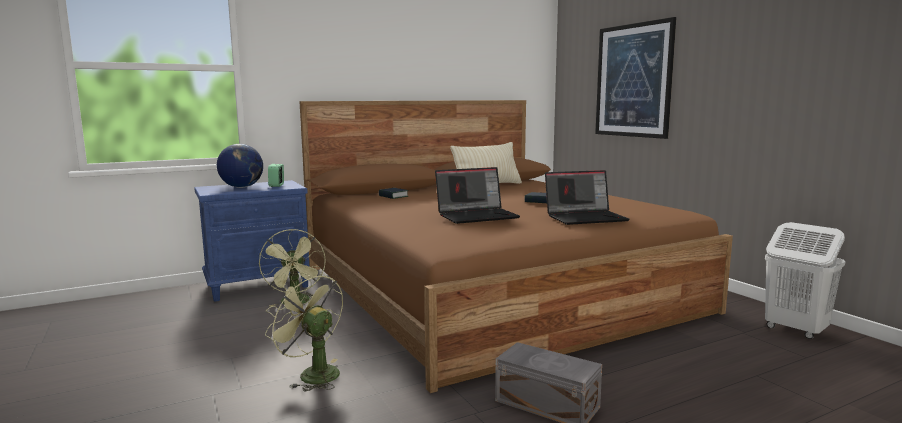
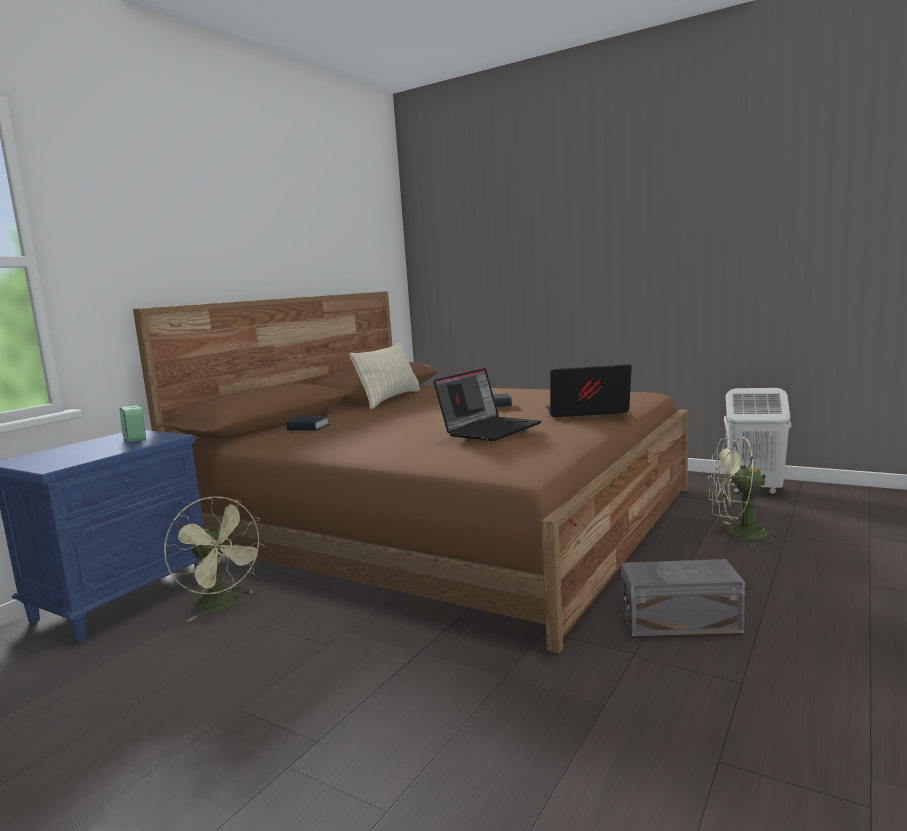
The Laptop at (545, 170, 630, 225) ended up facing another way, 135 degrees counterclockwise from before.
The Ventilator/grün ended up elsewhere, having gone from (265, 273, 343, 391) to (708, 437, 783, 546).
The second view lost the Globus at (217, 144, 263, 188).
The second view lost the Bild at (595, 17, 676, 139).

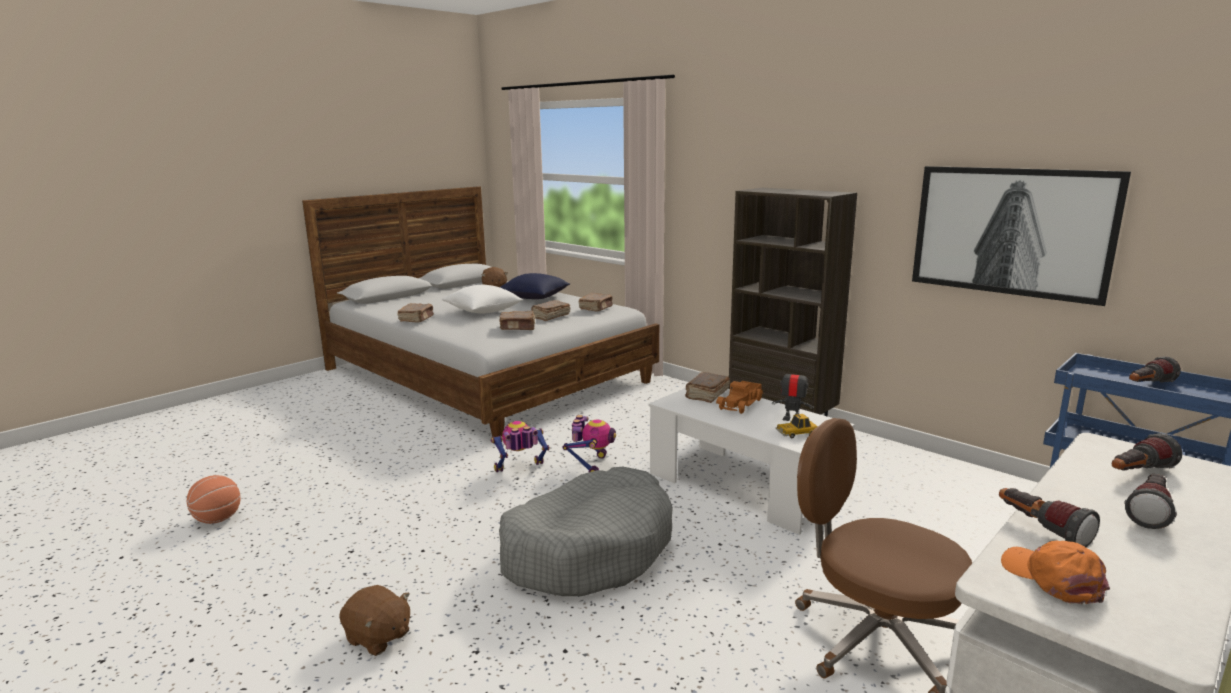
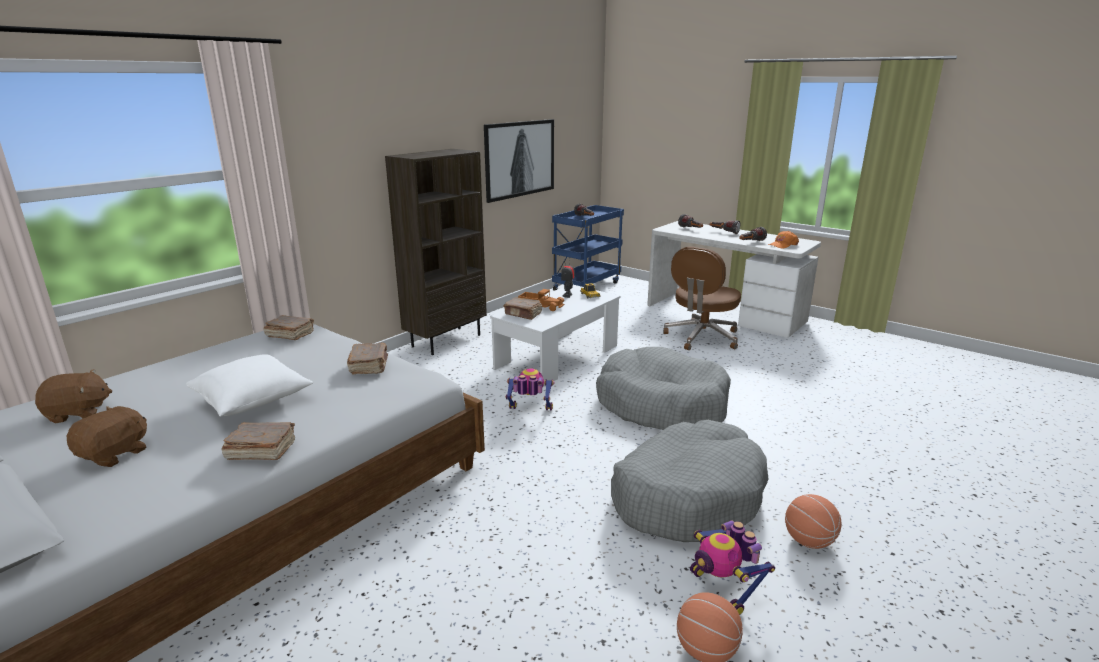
The Plüschtier/braun ended up elsewhere, having gone from (339, 585, 410, 656) to (67, 406, 147, 467).
The second view gained the Hundebett/grau at (611, 420, 769, 542).
The Spielzeugroboter ended up elsewhere, having gone from (491, 421, 550, 472) to (690, 520, 775, 615).
The second view gained the Basketball at (785, 494, 842, 549).
The second view lost the Kissen/blau at (500, 273, 570, 299).
The second view lost the Buch/braun at (531, 300, 571, 321).

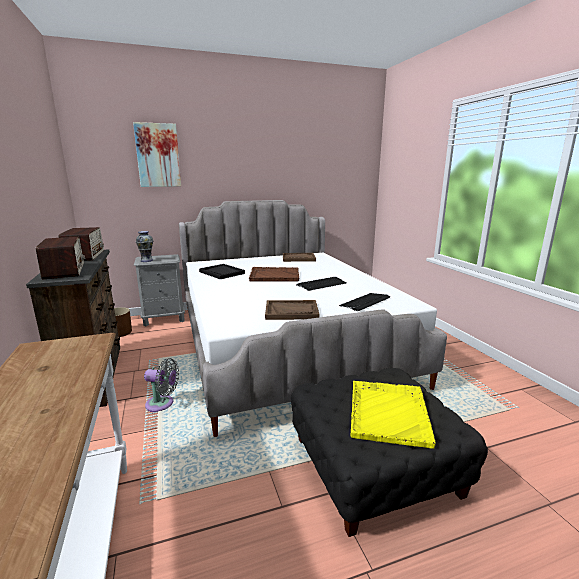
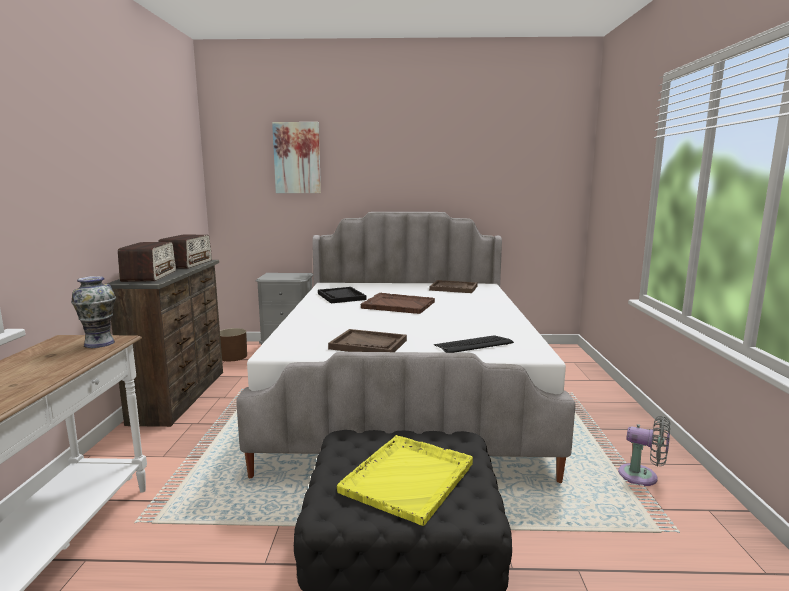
The Vase ended up elsewhere, having gone from (136, 231, 154, 262) to (71, 276, 116, 348).
The Ventilator/grau ended up elsewhere, having gone from (144, 358, 179, 412) to (618, 416, 670, 486).
The second view lost the Tastatur at (296, 277, 346, 291).

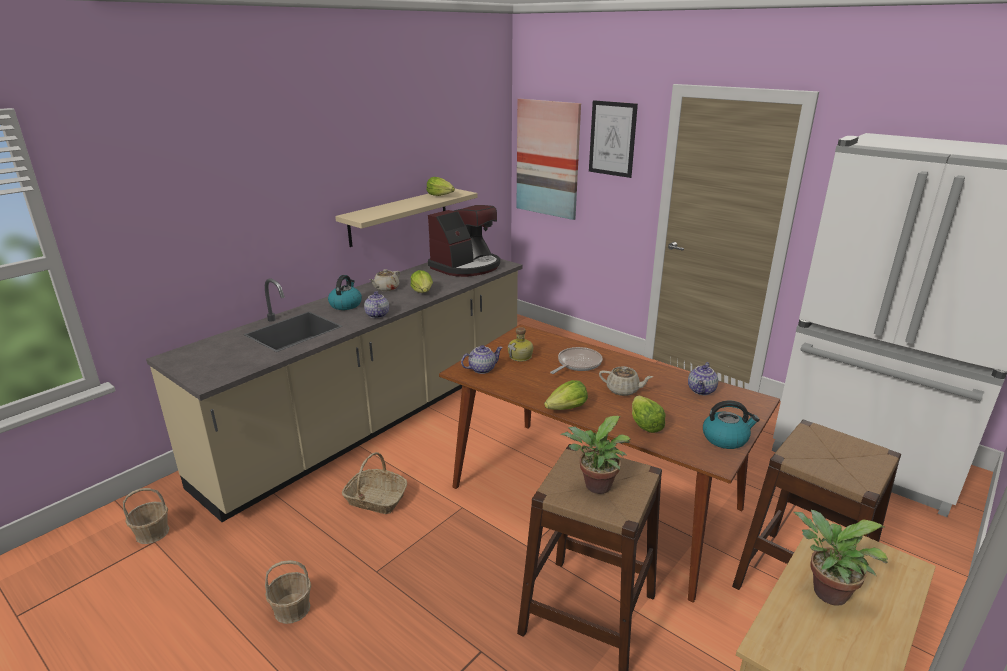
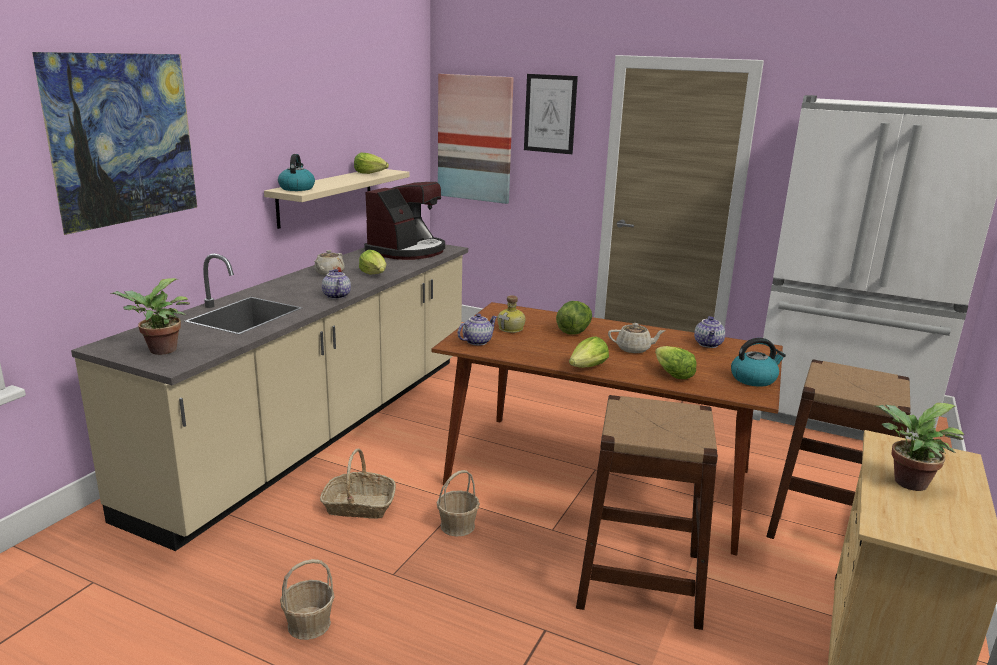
The second view gained the Bild at (32, 52, 197, 235).
The Topfpflanze ended up elsewhere, having gone from (561, 416, 631, 494) to (111, 278, 190, 355).
The Wasserkessel ended up elsewhere, having gone from (328, 275, 362, 310) to (278, 154, 315, 191).
The Korb ended up elsewhere, having gone from (123, 488, 169, 544) to (437, 470, 480, 537).
Where the Pfanne stood at (550, 347, 603, 374), the Salatkopf came to stand at (556, 301, 592, 335).

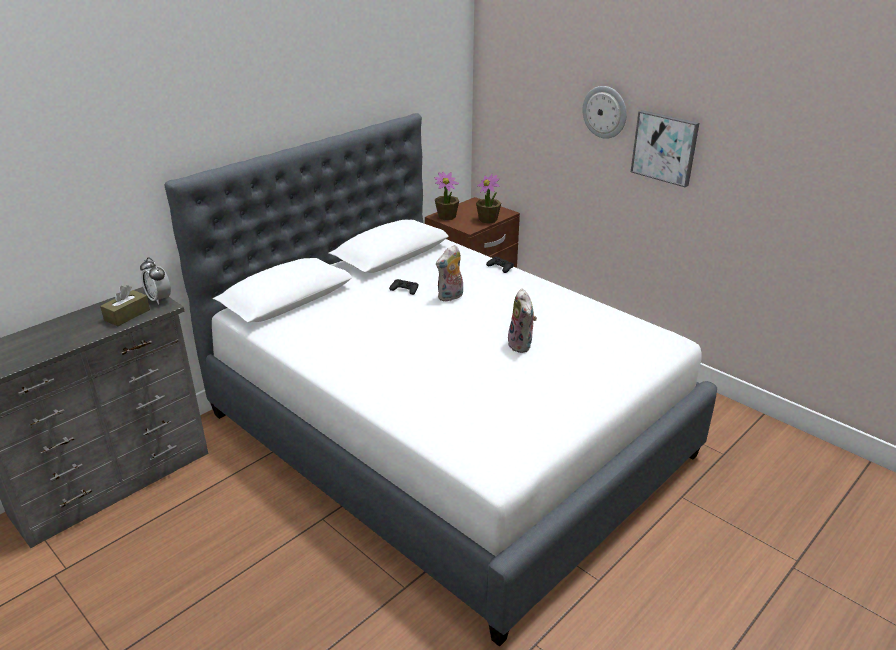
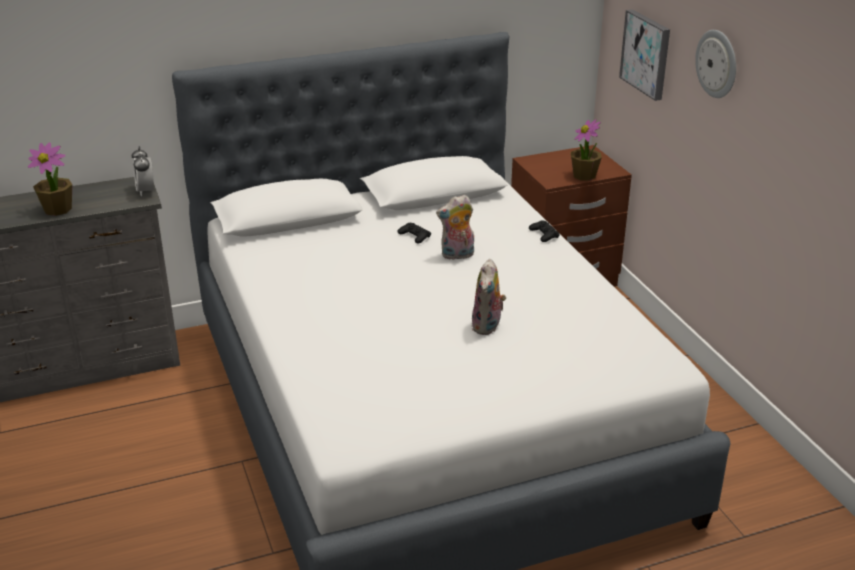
The Topfpflanze ended up elsewhere, having gone from (434, 171, 459, 220) to (28, 143, 72, 216).
The Bild ended up elsewhere, having gone from (631, 110, 699, 187) to (619, 9, 670, 101).
The second view lost the Taschentuchbox/braun at (100, 285, 150, 326).

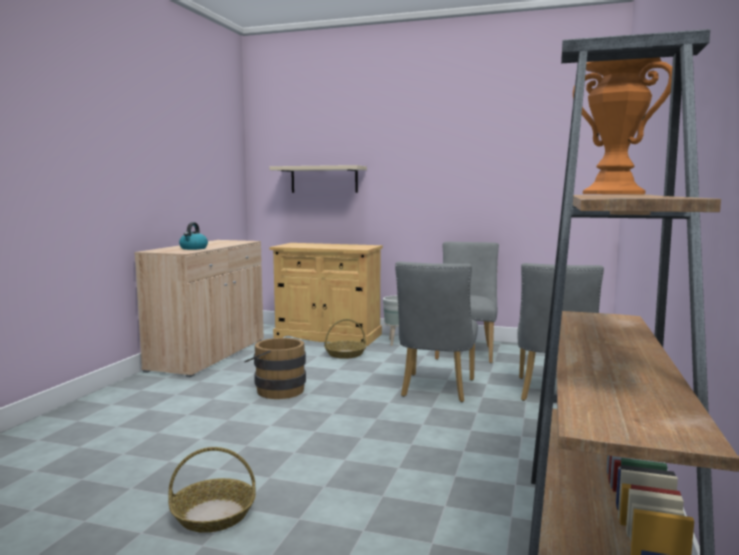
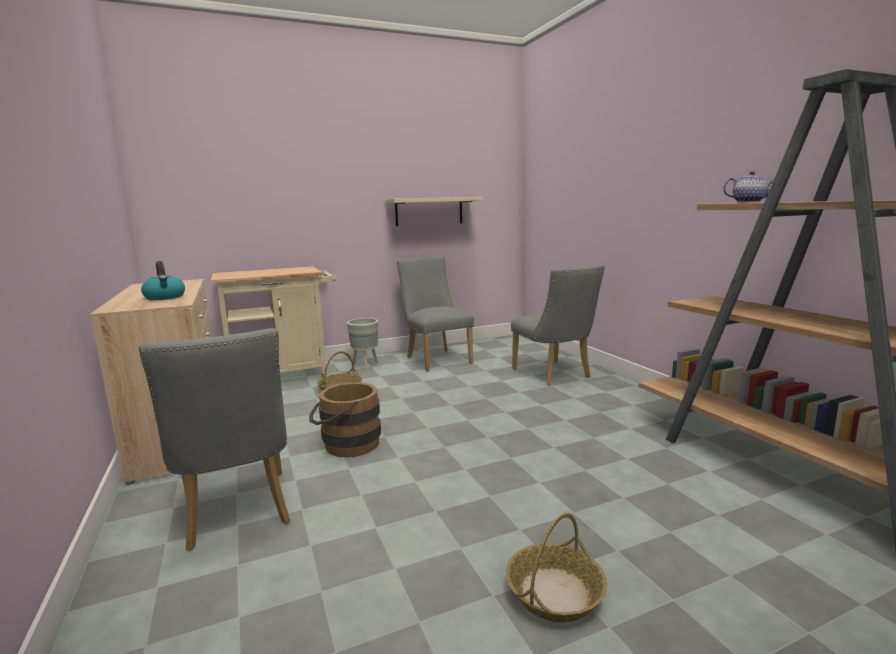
The Stuhl/grau ended up elsewhere, having gone from (395, 262, 478, 402) to (139, 328, 290, 550).
Where the Schrank/beige stood at (270, 243, 383, 346), the Rollwagen/beige came to stand at (211, 266, 338, 377).
The Wandregal/beige ended up elsewhere, having gone from (270, 165, 367, 193) to (385, 197, 483, 226).
Where the Vase/orange stood at (573, 57, 672, 194), the Teekanne came to stand at (723, 171, 775, 202).

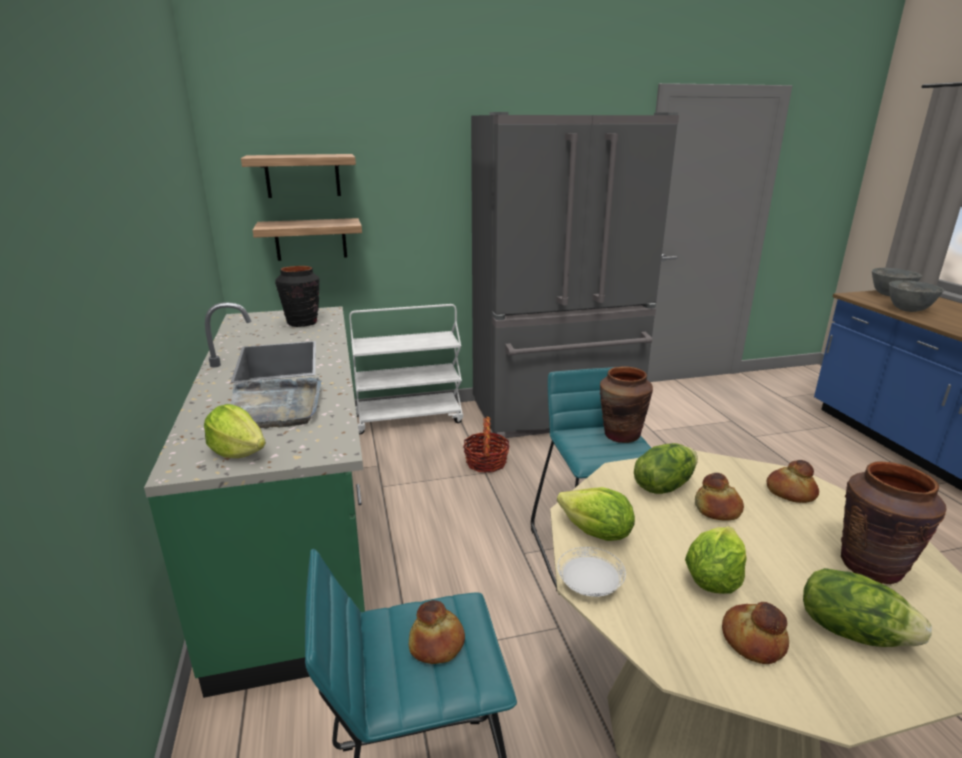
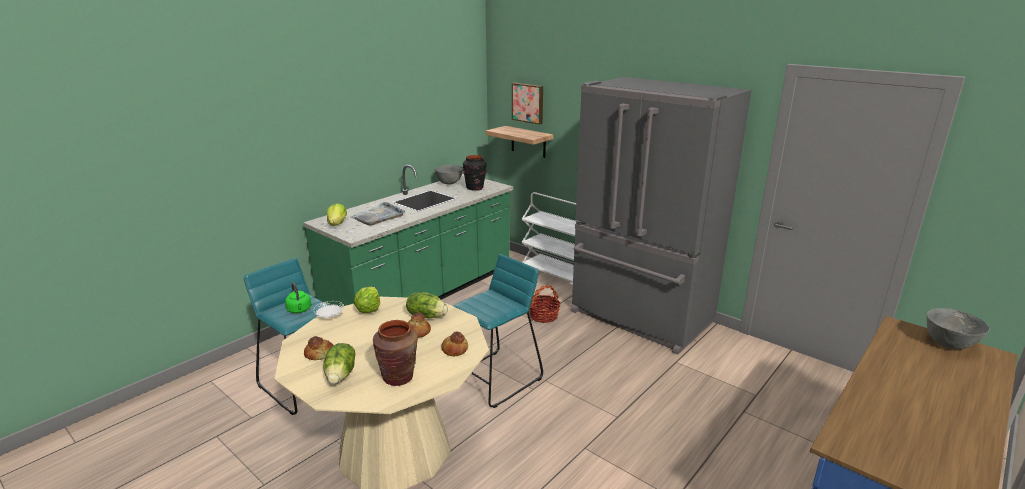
Where the Brot stood at (409, 600, 465, 664), the Wasserkessel/grün came to stand at (285, 282, 311, 313).
The Schüssel/grau ended up elsewhere, having gone from (889, 280, 944, 312) to (434, 165, 463, 185).
Where the Wandregal hung at (241, 154, 356, 198), the Bild came to hang at (512, 83, 543, 125).
The second view lost the Vase/braun at (600, 366, 653, 443).
The second view lost the Salatkopf at (685, 526, 747, 594).

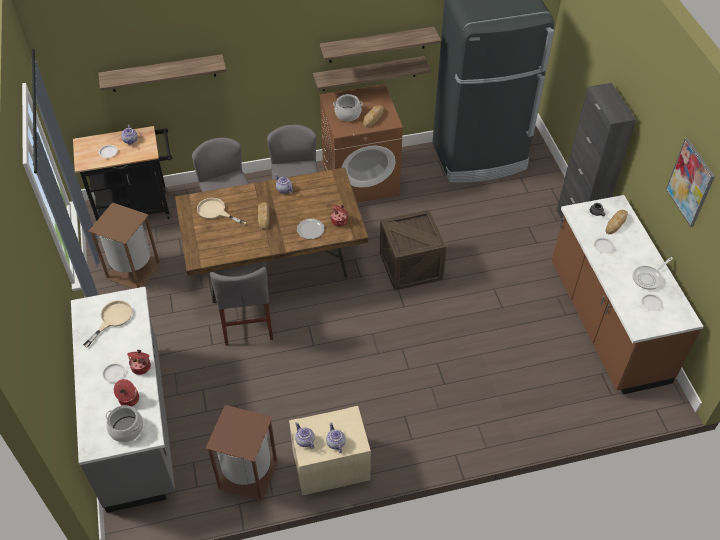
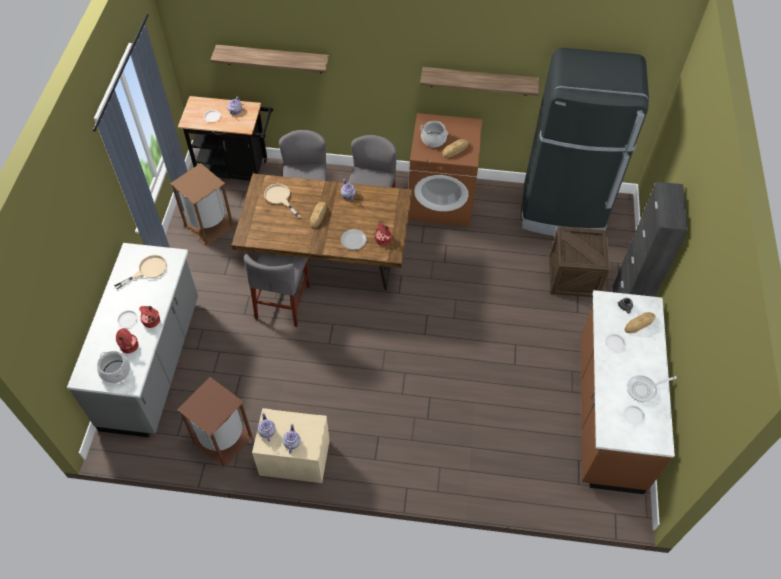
The Kiste ended up elsewhere, having gone from (380, 209, 447, 291) to (549, 226, 610, 298).
The second view lost the Wandregal at (313, 56, 431, 91).
The second view lost the Bild at (666, 138, 715, 227).

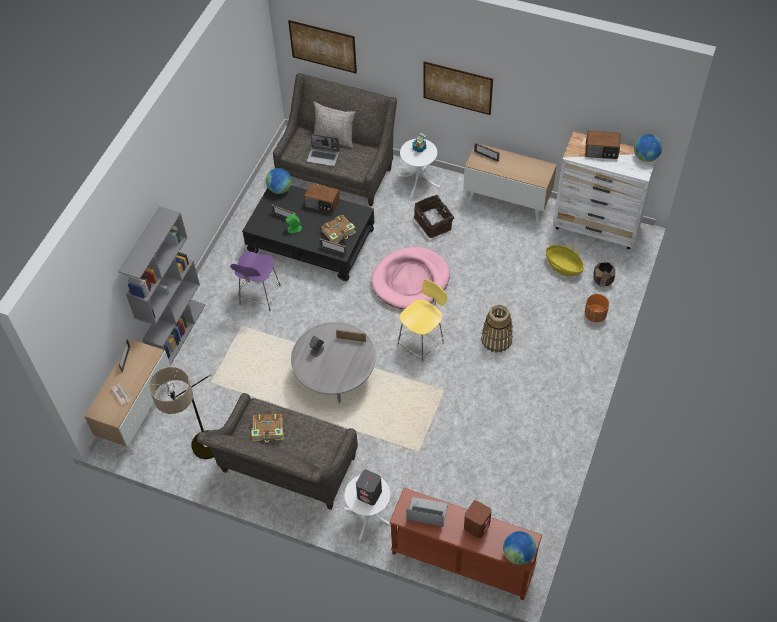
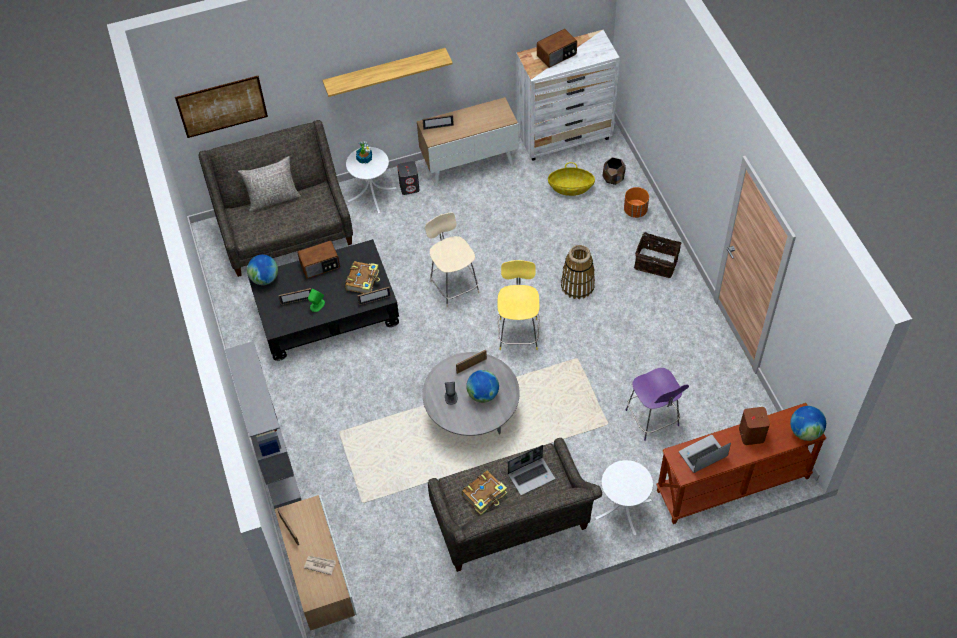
Where the Bild hung at (424, 61, 493, 115), the Wandregal came to hang at (322, 48, 453, 97).
The Lautsprecher/grau ended up elsewhere, having gone from (356, 470, 382, 506) to (397, 161, 420, 195).
Where the Hundebett/rosa stood at (371, 247, 450, 309), the Hocker/beige came to stand at (425, 212, 480, 307).
The Globus ended up elsewhere, having gone from (634, 134, 662, 162) to (466, 370, 499, 403).
The Laptop ended up elsewhere, having gone from (307, 134, 340, 166) to (508, 445, 555, 495).
The Hocker/lila ended up elsewhere, having gone from (230, 252, 281, 311) to (625, 368, 689, 441).
The Korb ended up elsewhere, having gone from (414, 195, 454, 238) to (634, 232, 681, 278).
The second view lost the Stehlampe at (149, 367, 214, 459).

